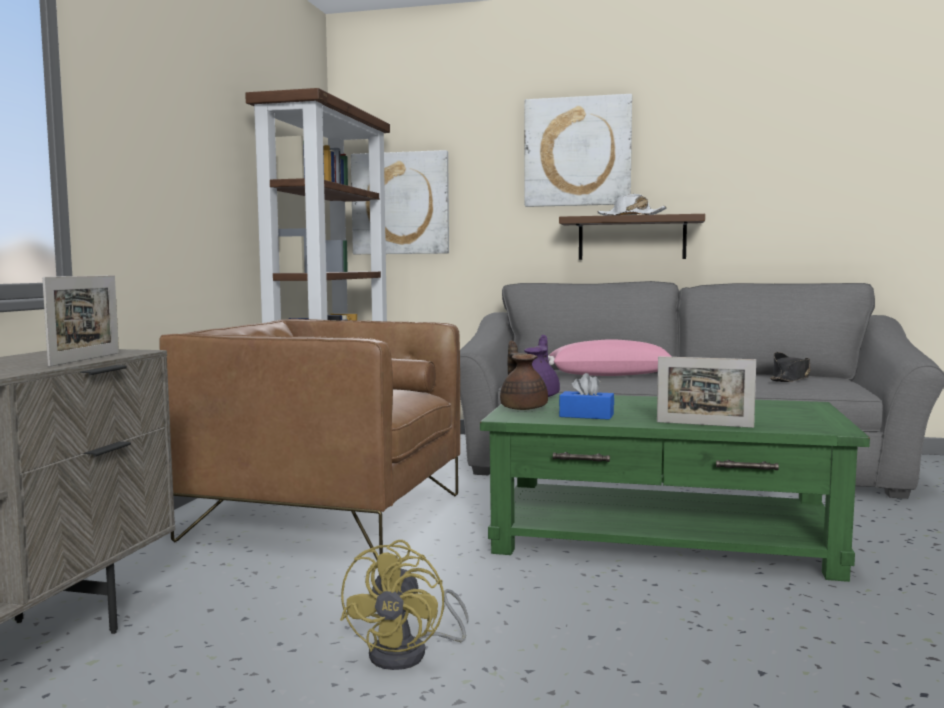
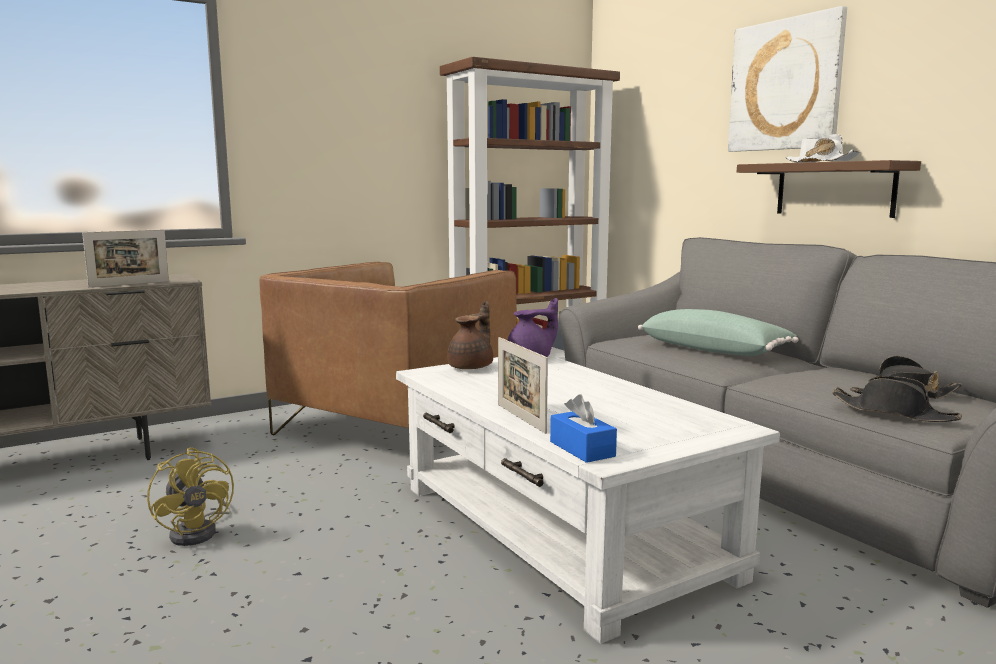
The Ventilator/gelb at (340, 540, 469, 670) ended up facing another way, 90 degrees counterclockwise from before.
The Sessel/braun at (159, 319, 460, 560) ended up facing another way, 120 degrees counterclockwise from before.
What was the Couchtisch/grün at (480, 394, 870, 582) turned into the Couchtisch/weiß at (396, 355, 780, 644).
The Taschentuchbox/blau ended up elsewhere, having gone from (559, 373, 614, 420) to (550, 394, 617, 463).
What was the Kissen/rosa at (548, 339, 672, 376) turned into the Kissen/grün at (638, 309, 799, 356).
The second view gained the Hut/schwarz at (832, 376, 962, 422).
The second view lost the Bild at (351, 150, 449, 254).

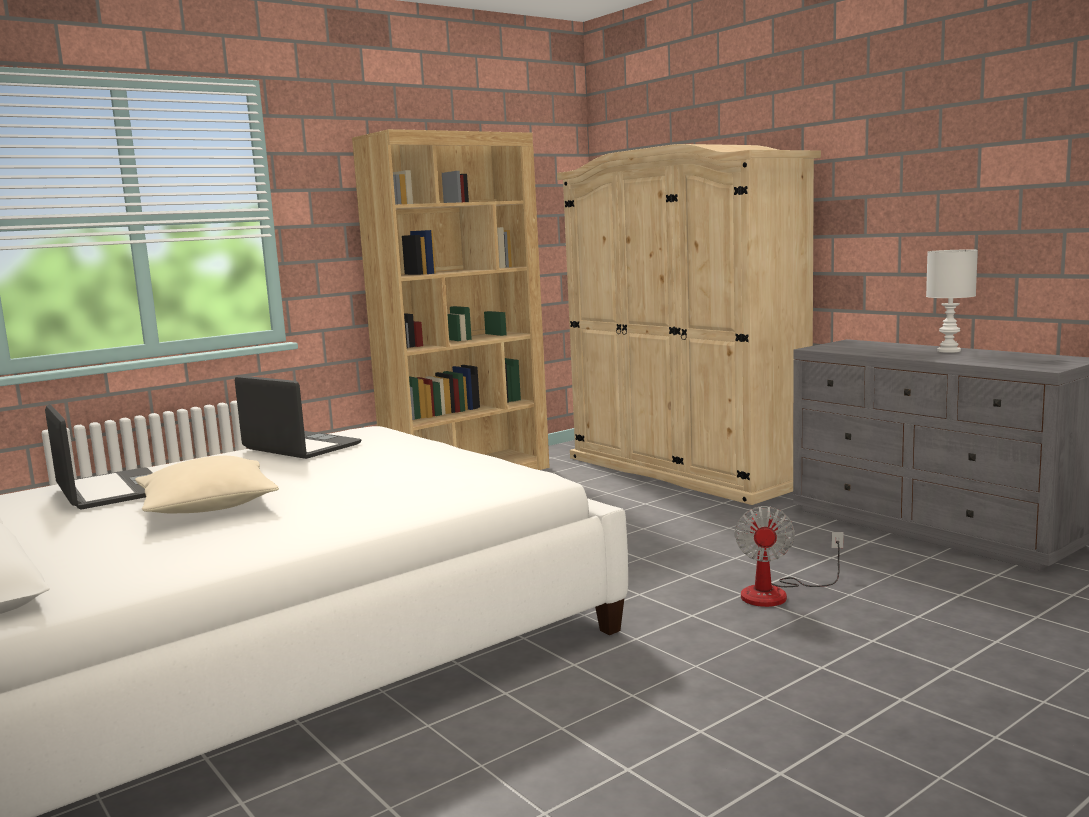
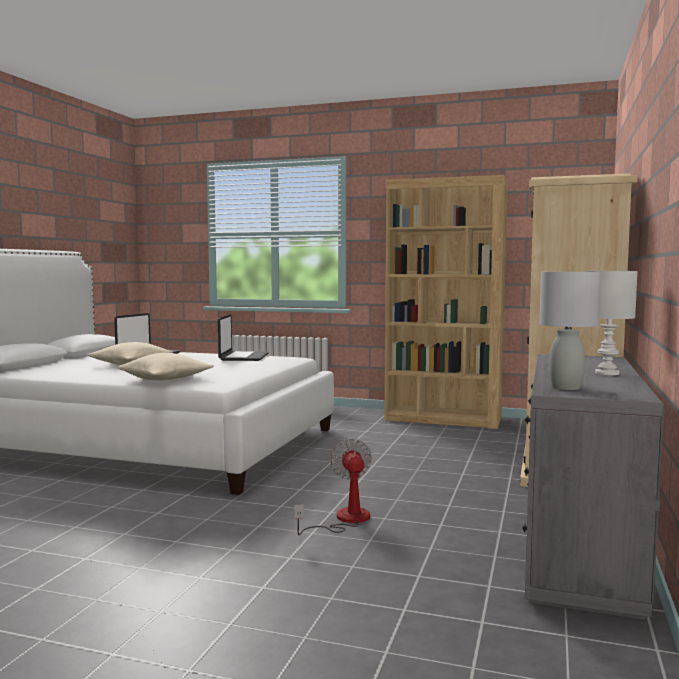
The second view gained the Kissen/beige at (117, 353, 213, 380).
The Ventilator at (735, 506, 844, 607) ended up facing another way, 105 degrees clockwise from before.
The second view gained the Tischlampe/grau at (539, 272, 601, 390).

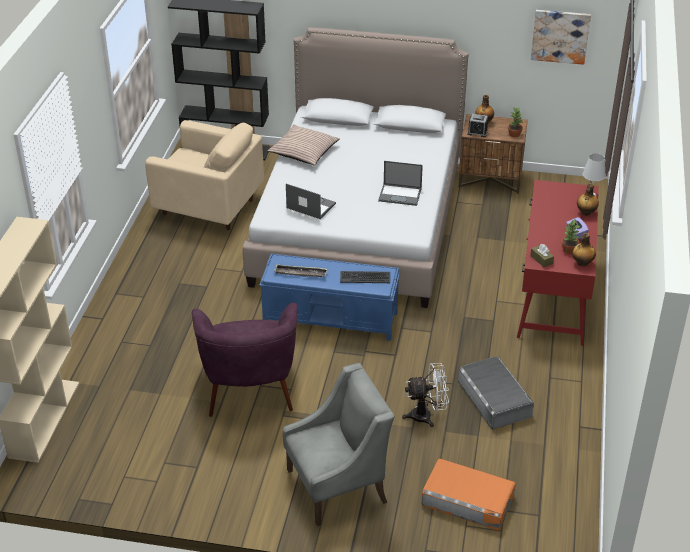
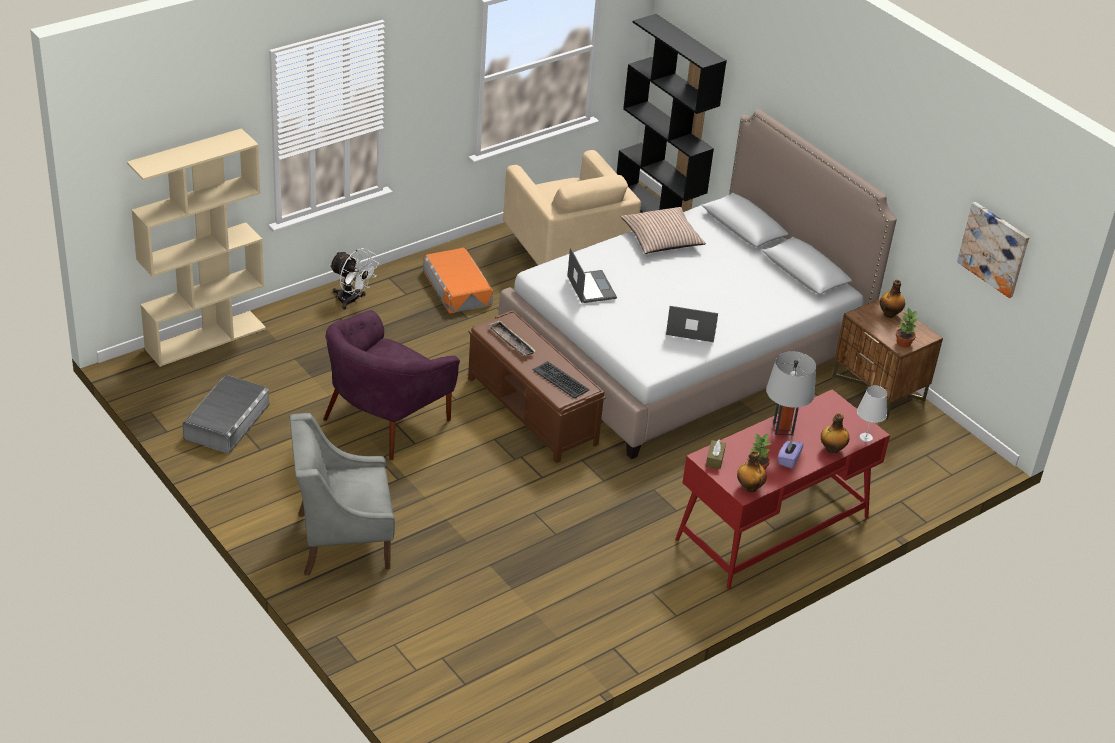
The Aufbewahrungsbox/grau ended up elsewhere, having gone from (458, 356, 534, 429) to (182, 375, 269, 454).
The Sessel/grau at (283, 363, 395, 526) ended up facing another way, 150 degrees clockwise from before.
The Ventilator/weiß ended up elsewhere, having gone from (402, 363, 449, 427) to (329, 248, 379, 310).
The Aufbewahrungsbox/orange ended up elsewhere, having gone from (421, 459, 516, 531) to (423, 248, 493, 314).
What was the Bank/blau at (259, 253, 400, 341) turned into the Bank/braun at (468, 310, 606, 463).
The Laptop at (378, 161, 423, 206) ended up facing another way, 135 degrees clockwise from before.
The second view gained the Tischlampe/grau at (766, 351, 816, 435).
The second view lost the Wecker at (467, 114, 488, 137).

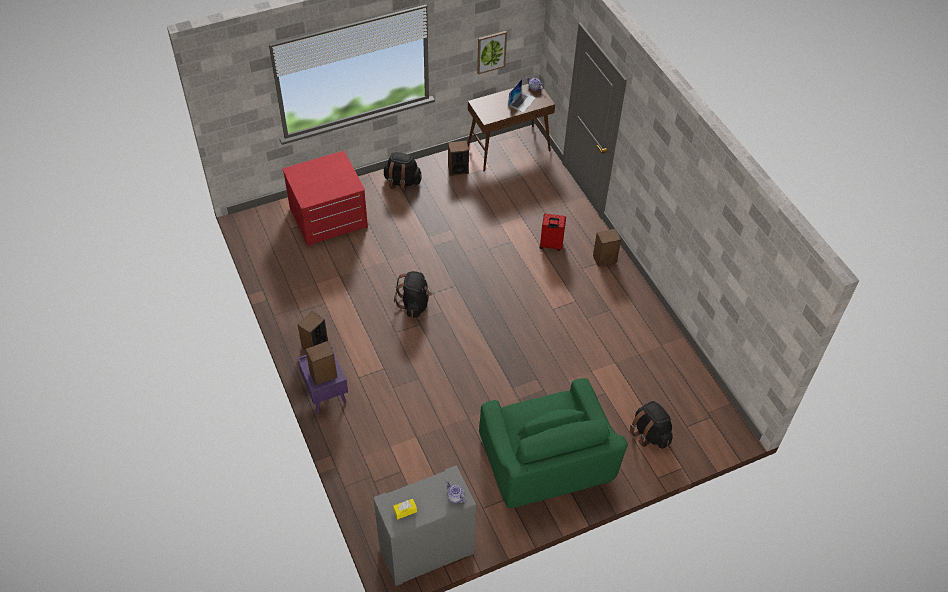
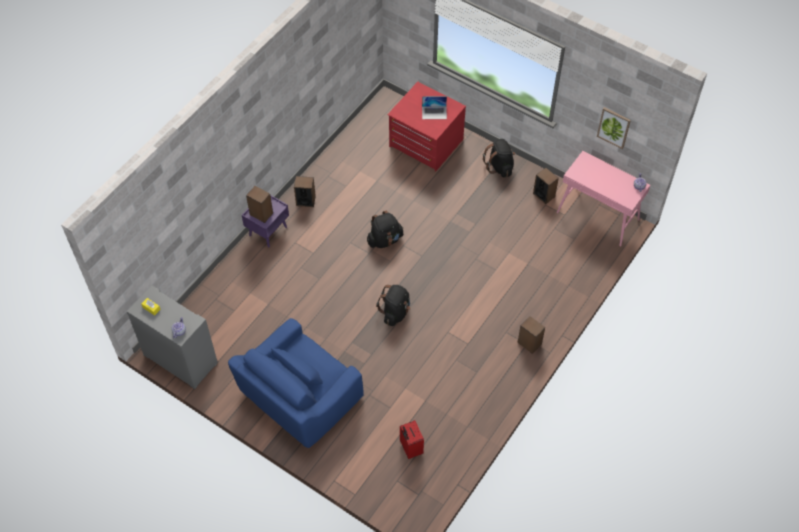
What was the Sessel/grün at (479, 378, 628, 508) turned into the Sessel/blau at (228, 318, 364, 448).
The Rucksack/schwarz ended up elsewhere, having gone from (630, 401, 673, 449) to (376, 285, 411, 326).
The Koffer/rot ended up elsewhere, having gone from (539, 214, 566, 251) to (400, 420, 424, 459).
The Laptop ended up elsewhere, having gone from (508, 79, 536, 113) to (422, 96, 447, 119).
What was the Konsolentisch/braun at (468, 84, 555, 172) turned into the Konsolentisch/rosa at (557, 151, 650, 247).

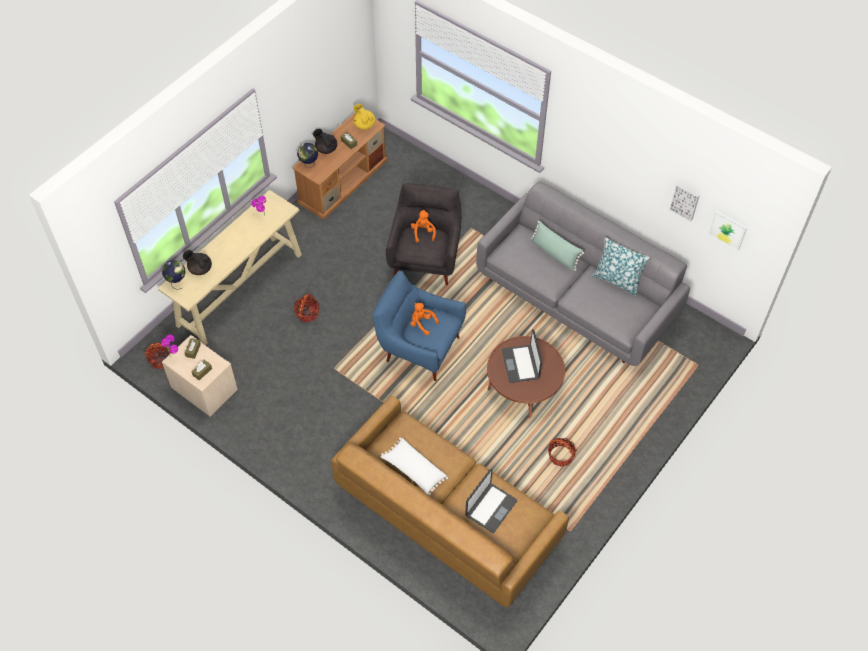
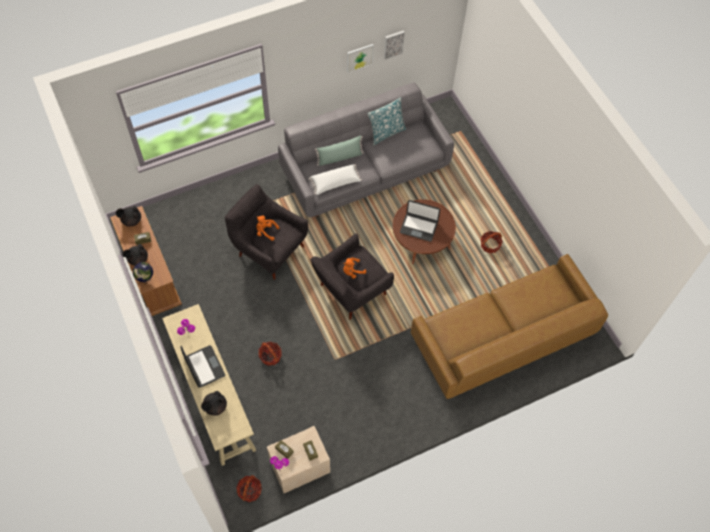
What was the Teekanne/gelb at (353, 104, 376, 130) turned into the Teekanne/schwarz at (116, 206, 141, 226).
The Laptop ended up elsewhere, having gone from (465, 469, 517, 533) to (180, 345, 225, 388).
The Kissen/weiß ended up elsewhere, having gone from (381, 438, 448, 495) to (309, 164, 362, 195).
What was the Sessel/blau at (372, 271, 466, 381) turned into the Sessel/grau at (311, 233, 394, 320).
The Bild ended up elsewhere, having gone from (708, 211, 747, 250) to (347, 44, 374, 73).
The second view lost the Globus at (162, 260, 185, 290).

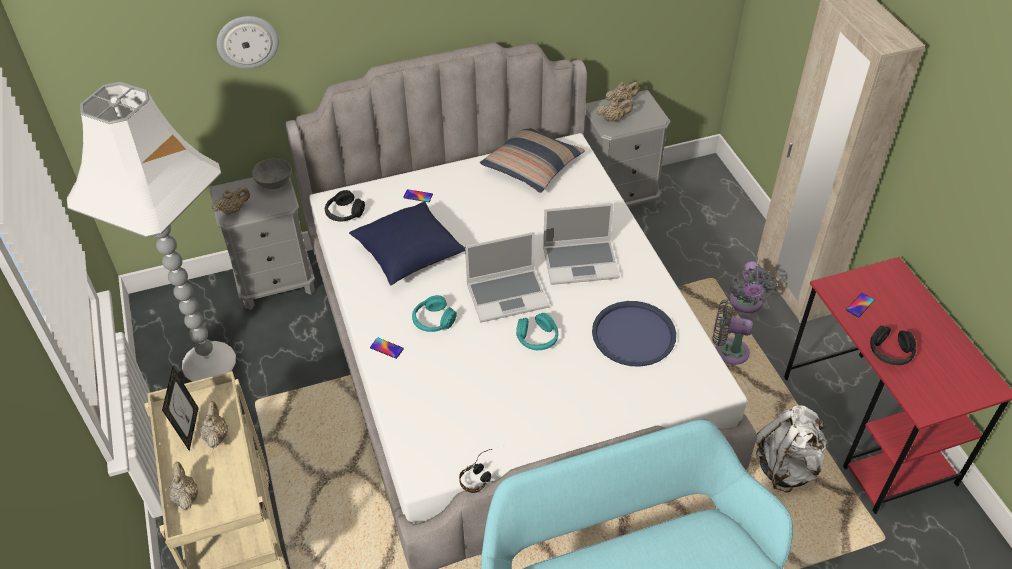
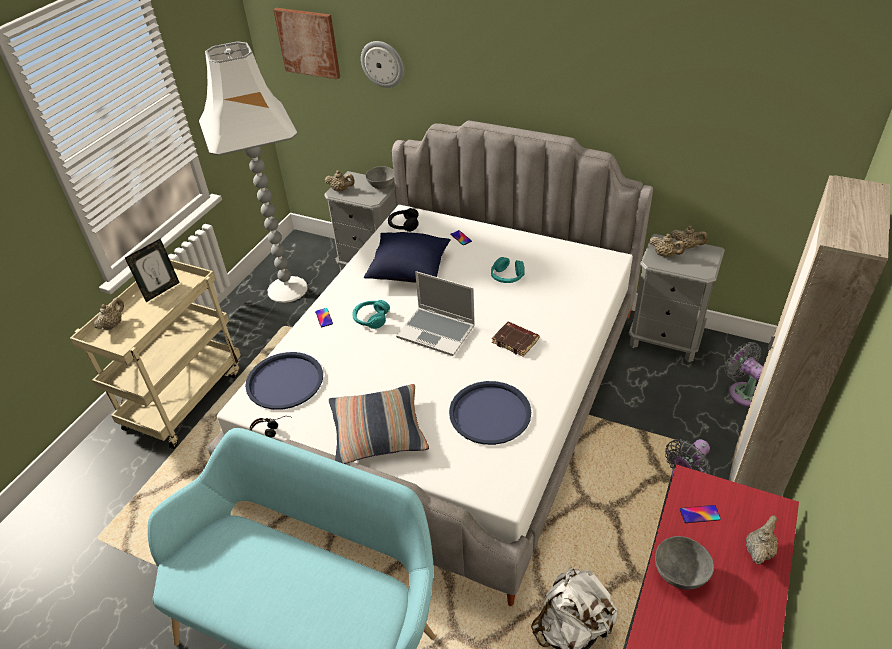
The second view gained the Tablett/blau at (245, 352, 323, 410).
The second view gained the Bild at (274, 8, 340, 79).
The Kissen ended up elsewhere, having gone from (480, 128, 585, 193) to (329, 384, 429, 464).
The Kopfhörer/türkis ended up elsewhere, having gone from (516, 313, 558, 350) to (491, 257, 525, 283).
Where the Laptop stood at (543, 203, 620, 285), the Buch/braun came to stand at (492, 322, 539, 357).
Where the Kopfhörer/schwarz stood at (870, 325, 916, 365), the Schüssel/grau came to stand at (655, 536, 714, 590).
The Ventilator/grau ended up elsewhere, having gone from (713, 299, 753, 365) to (725, 342, 763, 407).
The Teekanne/beige ended up elsewhere, having gone from (200, 401, 228, 448) to (746, 515, 778, 564).

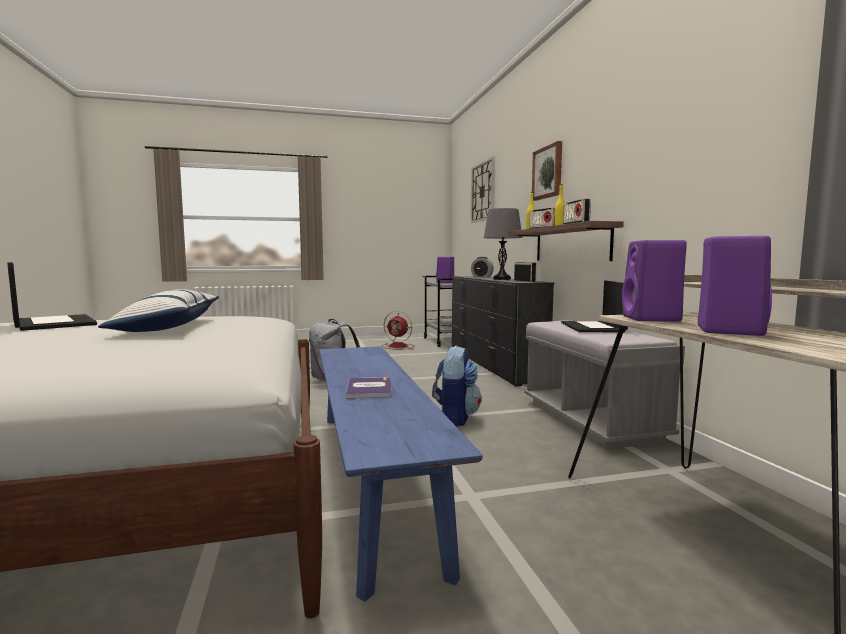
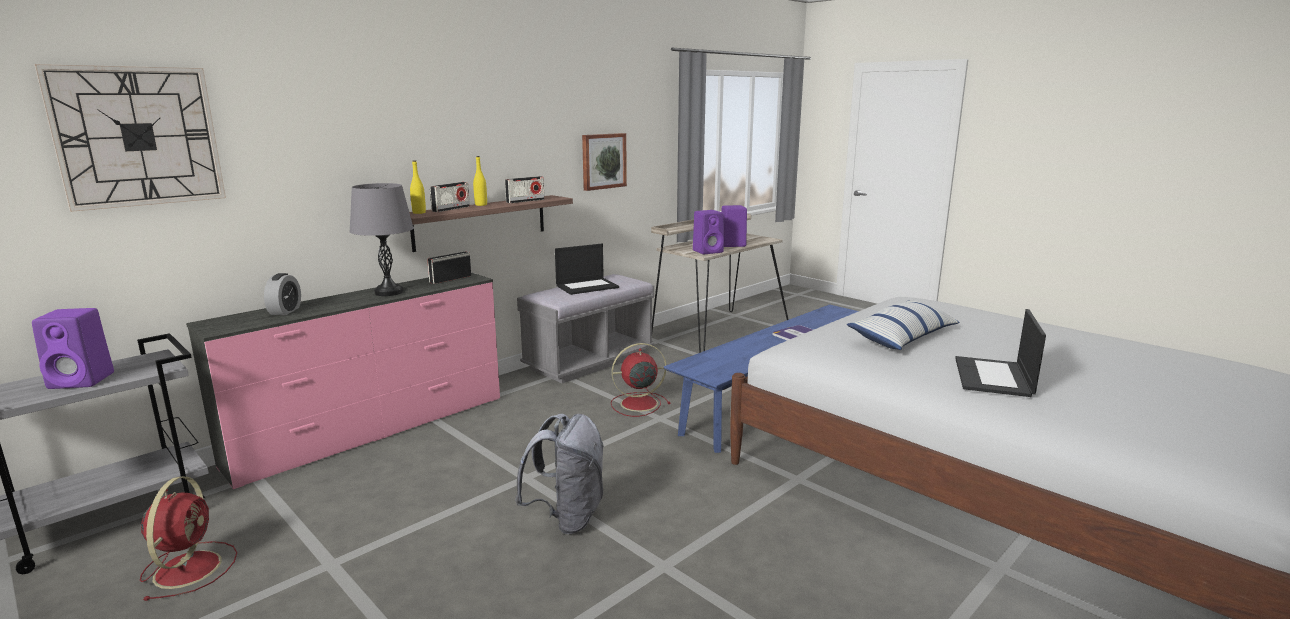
What was the Kommode/schwarz at (452, 276, 554, 386) turned into the Kommode/rosa at (186, 272, 500, 489).
The Bild ended up elsewhere, having gone from (532, 141, 562, 201) to (582, 133, 627, 191).
Where the Rucksack stood at (432, 345, 482, 427), the Ventilator/rot came to stand at (611, 343, 671, 417).

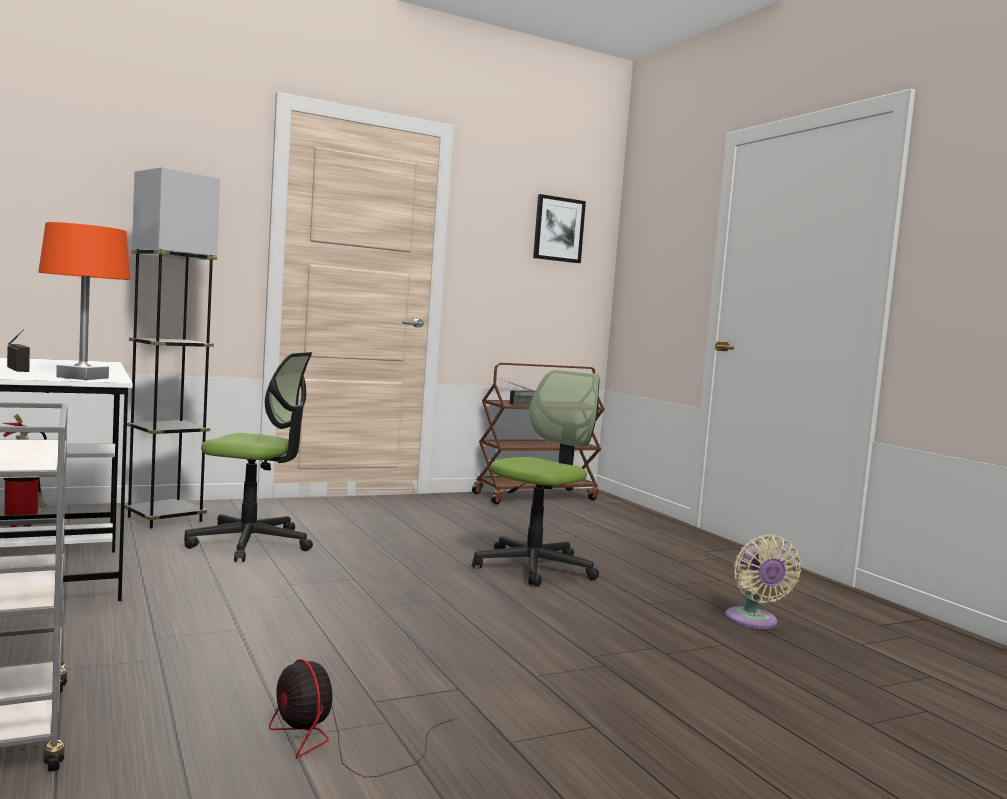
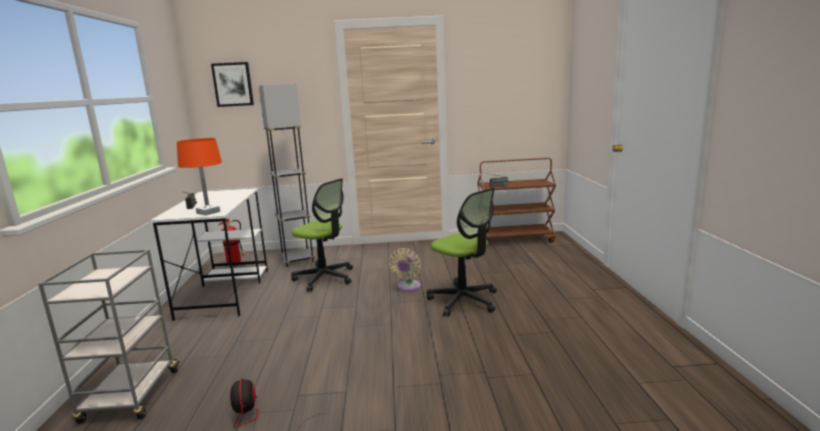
The Bild ended up elsewhere, having gone from (533, 194, 586, 263) to (211, 62, 254, 107).
The Ventilator/beige ended up elsewhere, having gone from (725, 534, 801, 629) to (389, 248, 421, 292).
The Bürostuhl at (472, 369, 600, 587) ended up facing another way, 75 degrees clockwise from before.

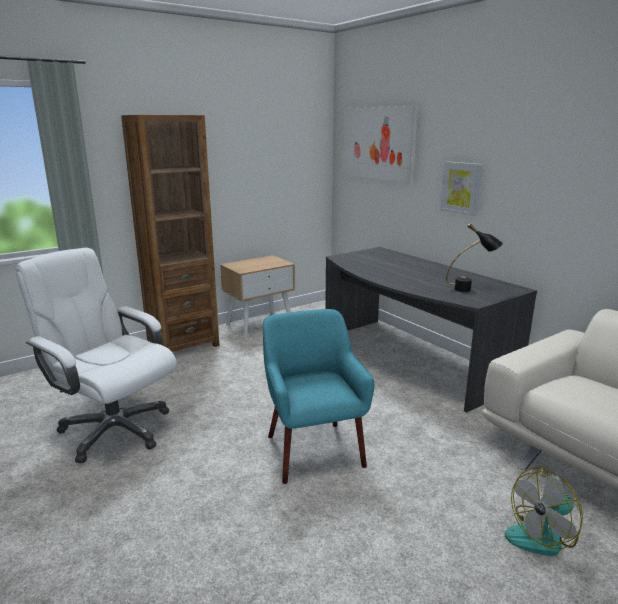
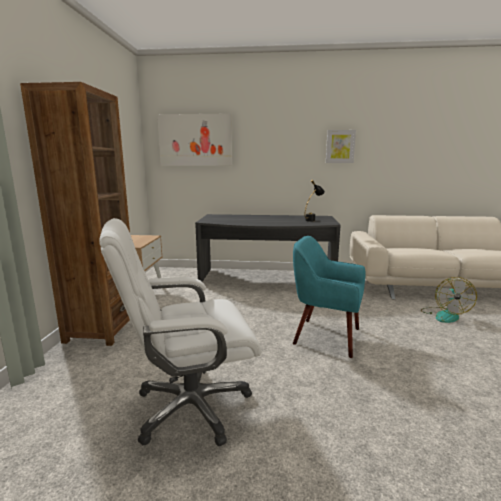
The Bild ended up elsewhere, having gone from (440, 161, 482, 216) to (326, 130, 356, 163).

